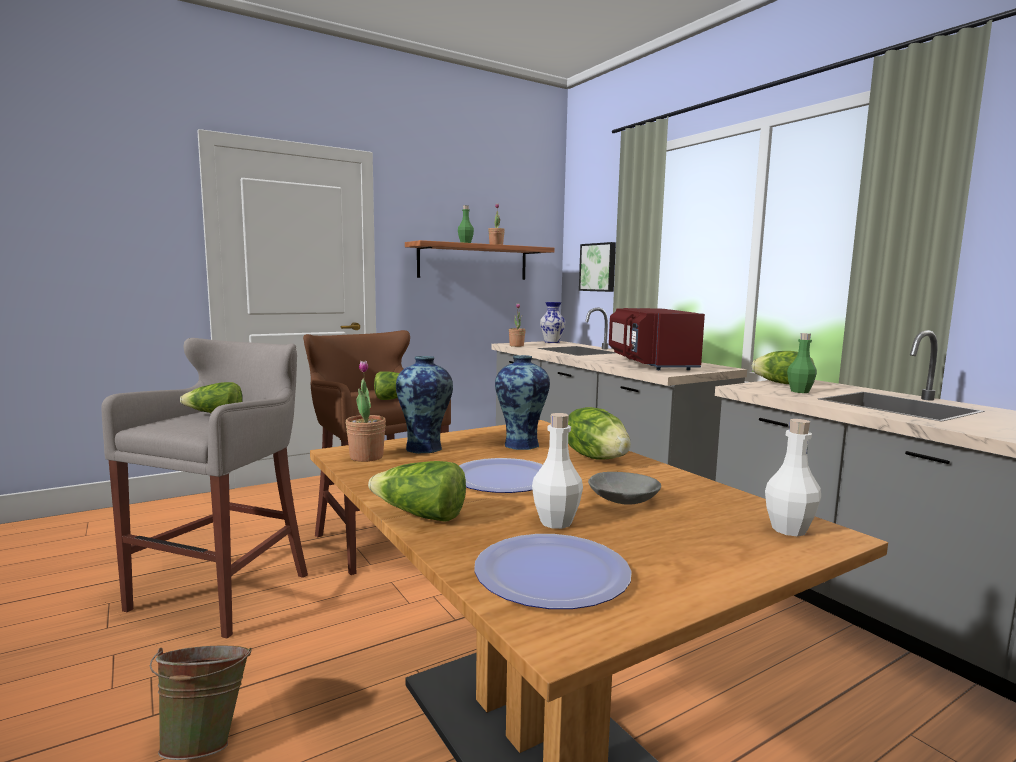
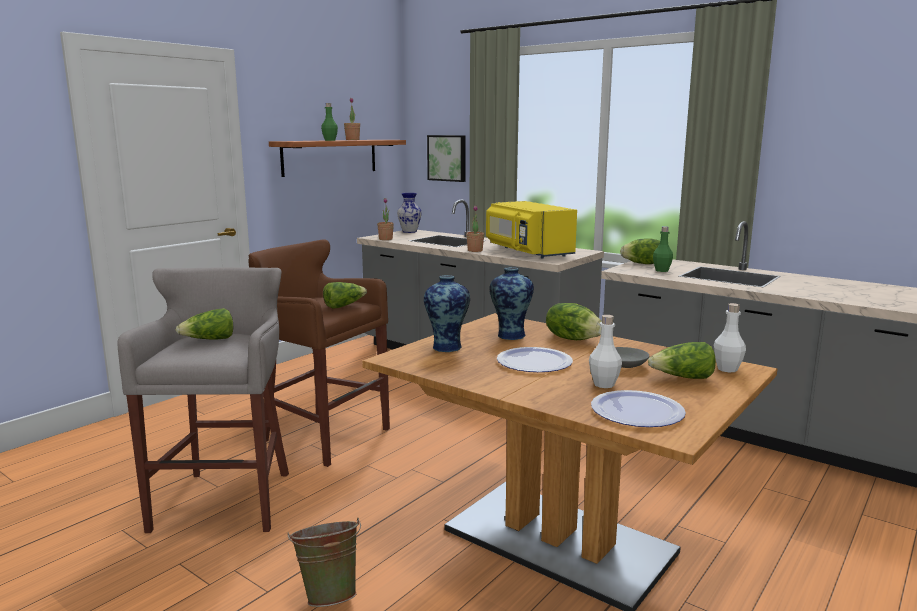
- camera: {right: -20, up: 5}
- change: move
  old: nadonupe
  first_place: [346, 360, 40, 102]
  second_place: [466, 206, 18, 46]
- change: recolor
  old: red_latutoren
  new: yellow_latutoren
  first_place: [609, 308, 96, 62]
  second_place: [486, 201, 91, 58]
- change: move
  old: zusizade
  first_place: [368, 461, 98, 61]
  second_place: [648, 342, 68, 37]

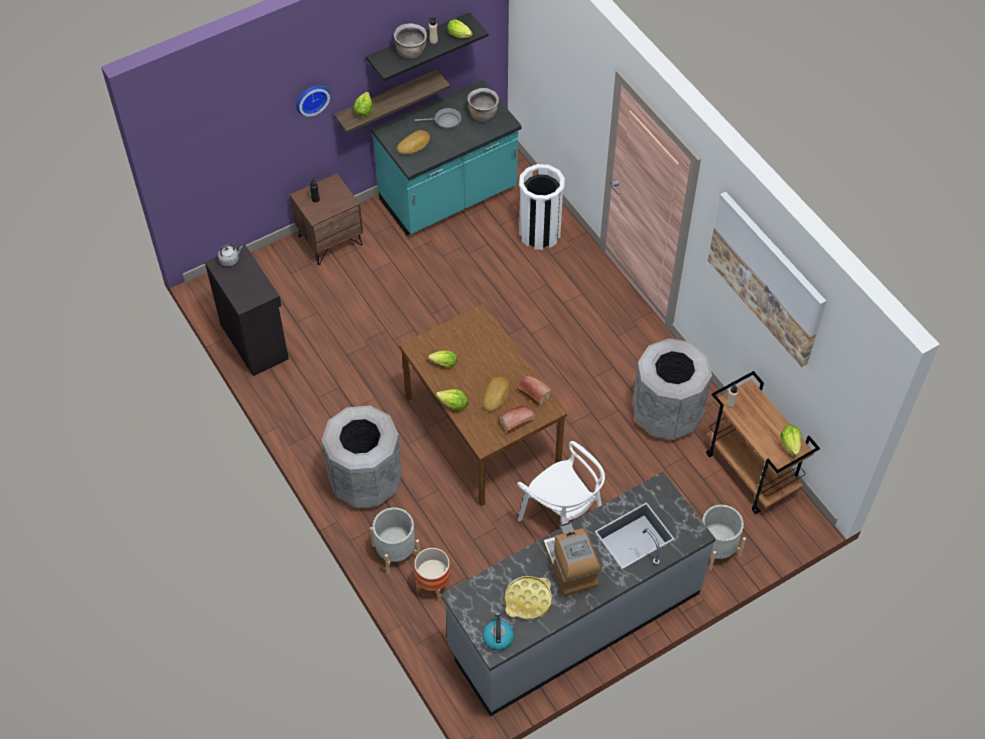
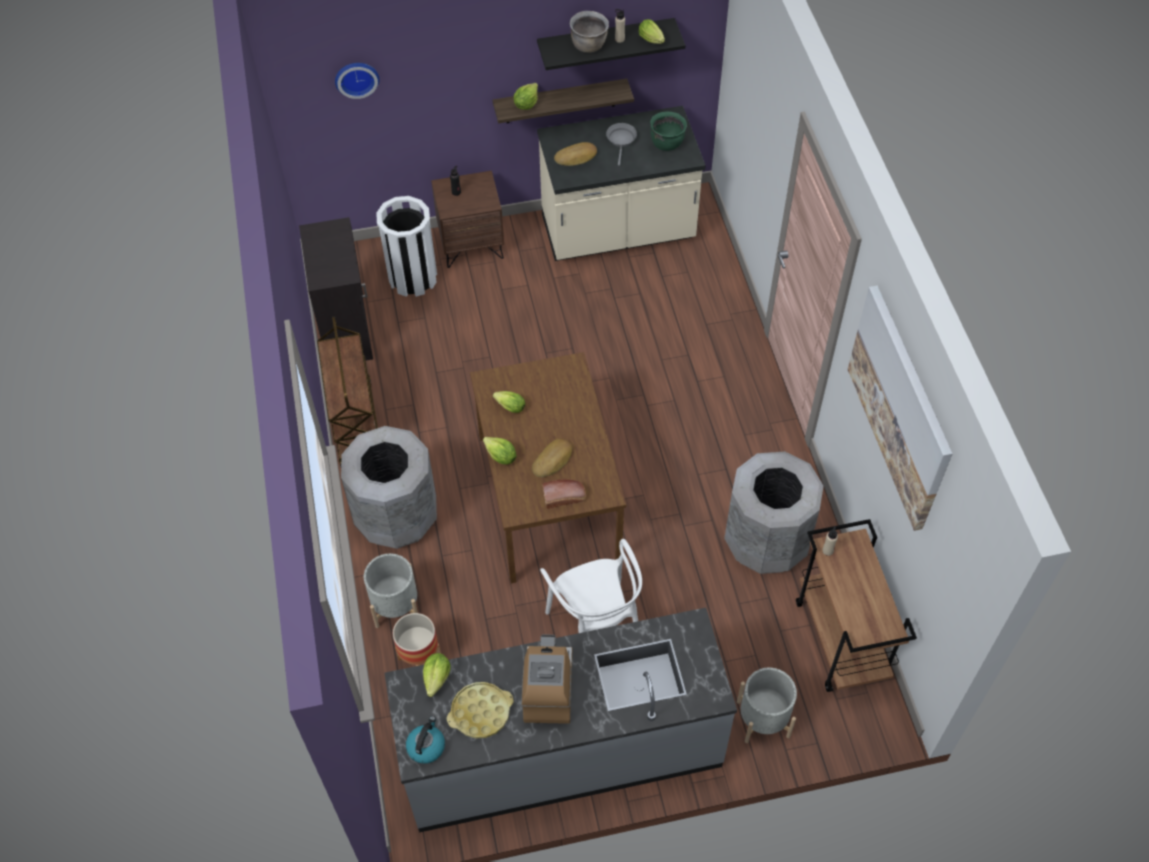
- camera: {right: 20, up: 0}
- change: insert
  new: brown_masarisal
  second_place: [317, 316, 61, 151]
- change: move
  old: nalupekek
  first_place: [296, 86, 34, 30]
  second_place: [335, 63, 44, 36]
- change: move
  old: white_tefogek
  first_place: [519, 164, 46, 86]
  second_place: [376, 196, 61, 101]
- change: move
  old: zusizade
  first_place: [780, 425, 22, 31]
  second_place: [423, 653, 28, 44]
- change: recolor
  old: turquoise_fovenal
  new: beige_fovenal
  first_place: [371, 80, 151, 155]
  second_place: [537, 106, 169, 155]
- change: rotate
  old: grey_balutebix
  first_place: [415, 108, 46, 21]
  second_place: [606, 123, 31, 43]
  degrees: -105
- change: recolor
  old: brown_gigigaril
  new: green_gigigaril
  first_place: [468, 88, 31, 34]
  second_place: [650, 112, 37, 39]
- change: delete
  old: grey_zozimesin
  first_place: [218, 243, 25, 23]
- change: delete
  old: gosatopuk
  first_place: [517, 376, 35, 31]

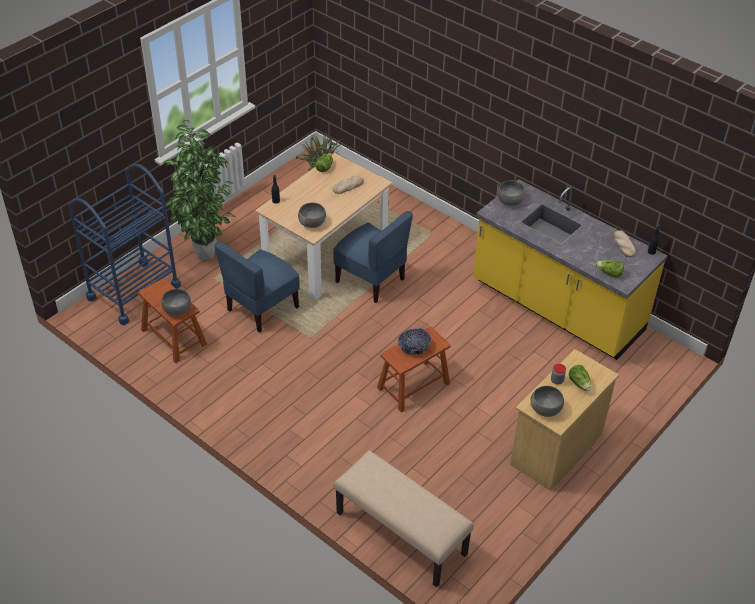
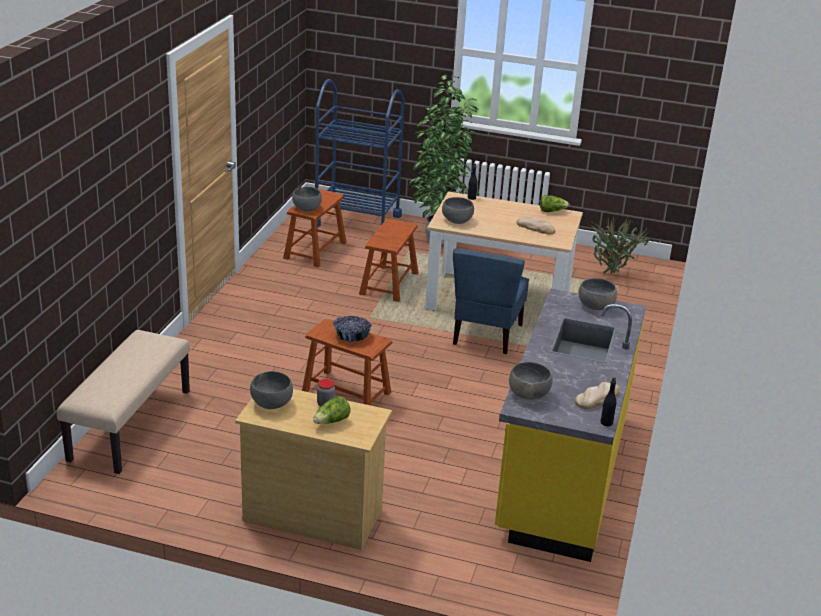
- camera: {right: 65, up: -15}
- change: replace
  old: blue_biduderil
  new: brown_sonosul
  first_place: [214, 241, 86, 92]
  second_place: [359, 219, 59, 83]
- change: replace
  old: zusizade
  new: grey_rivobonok
  first_place: [595, 260, 29, 18]
  second_place: [509, 362, 44, 38]

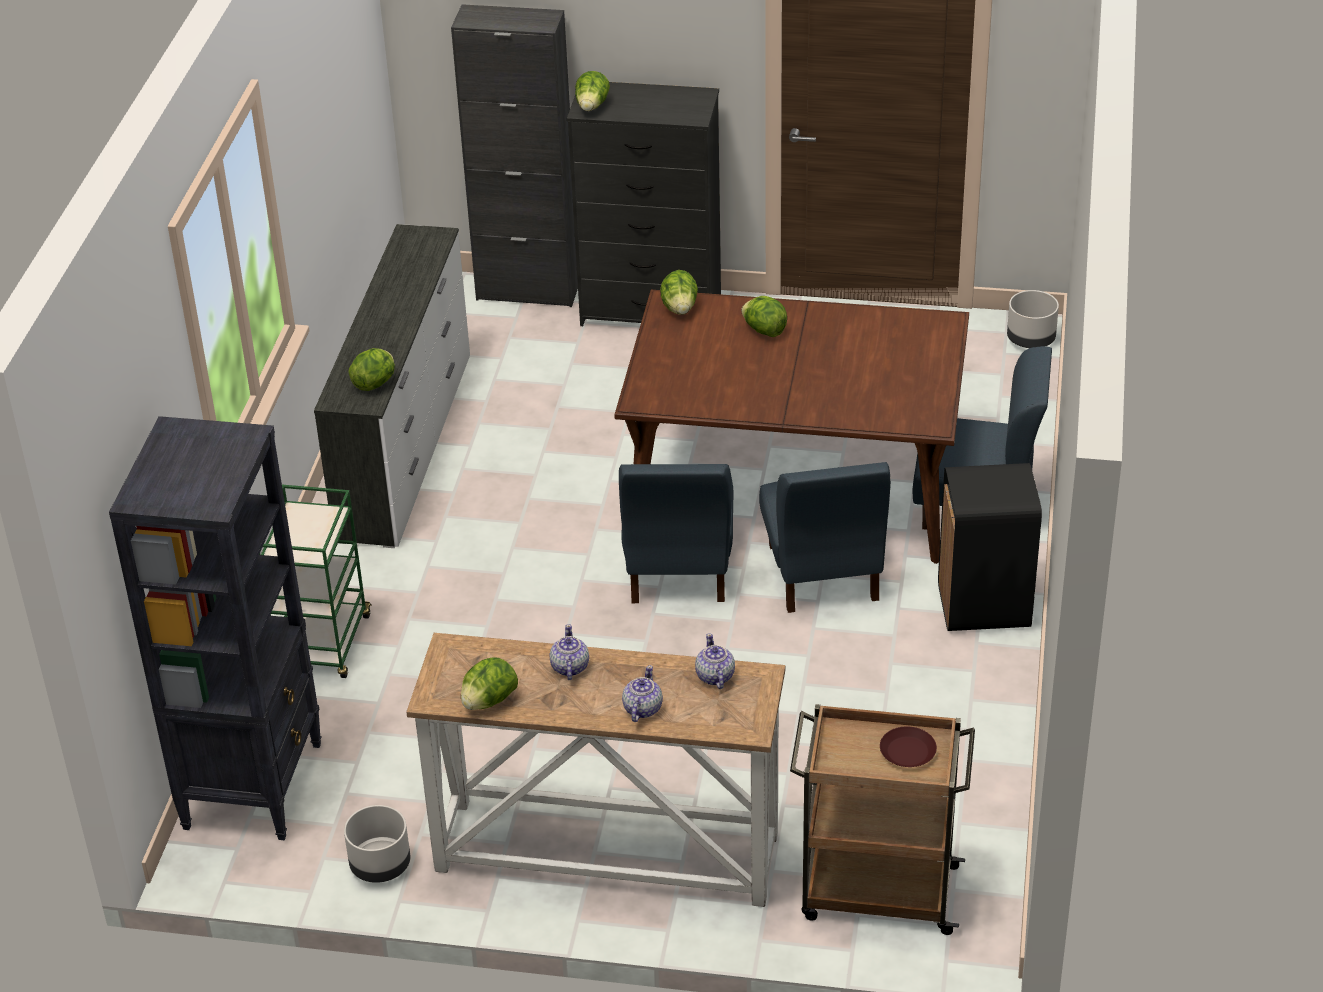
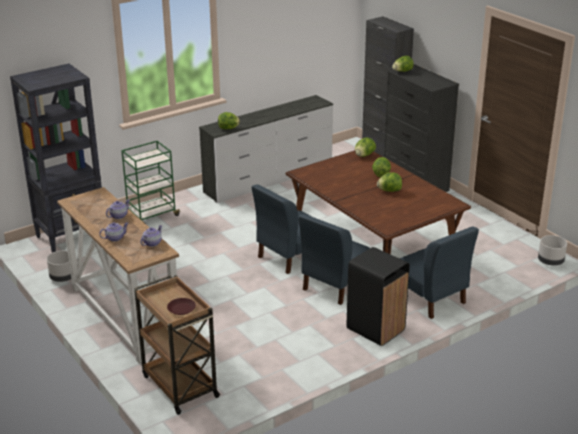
- camera: {right: 45, up: -10}
- change: move
  old: zusizade
  first_place: [461, 658, 57, 52]
  second_place: [377, 172, 25, 20]

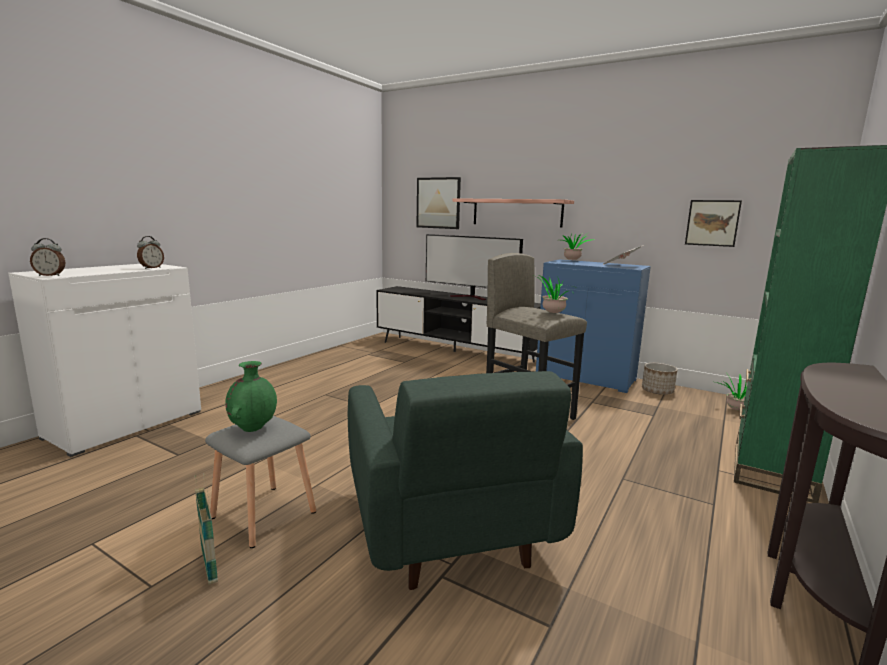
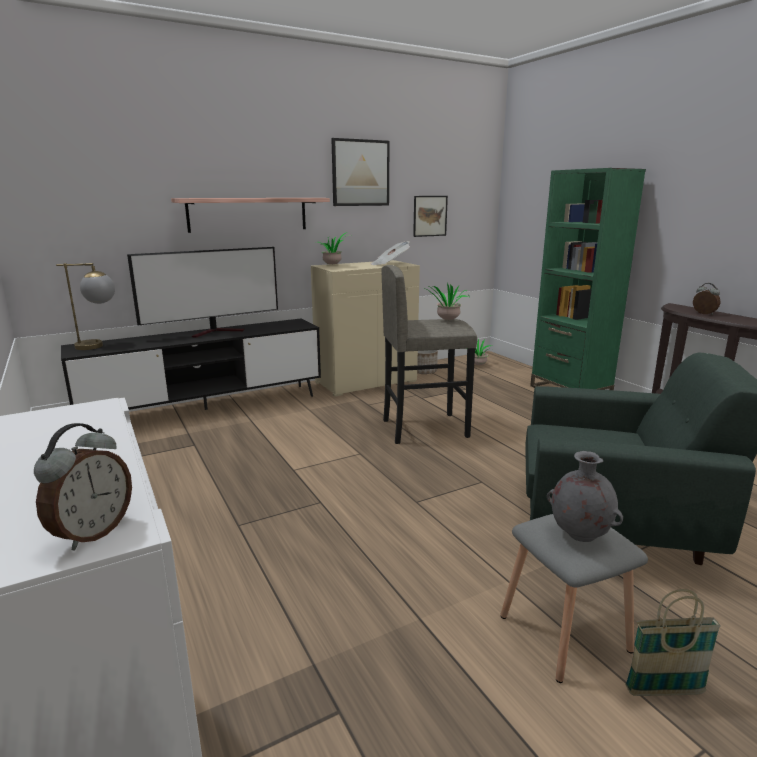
- camera: {right: -60, up: 5}
- change: insert
  new: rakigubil
  second_place: [56, 263, 59, 87]
- change: recolor
  old: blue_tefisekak
  new: beige_tefisekak
  first_place: [536, 259, 115, 134]
  second_place: [311, 260, 109, 137]
- change: move
  old: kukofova
  first_place: [416, 177, 45, 52]
  second_place: [331, 138, 58, 68]
- change: recolor
  old: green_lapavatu
  new: grey_lapavatu
  first_place: [225, 361, 52, 71]
  second_place: [547, 451, 76, 91]
- change: move
  old: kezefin
  first_place: [137, 236, 27, 33]
  second_place: [693, 283, 27, 32]

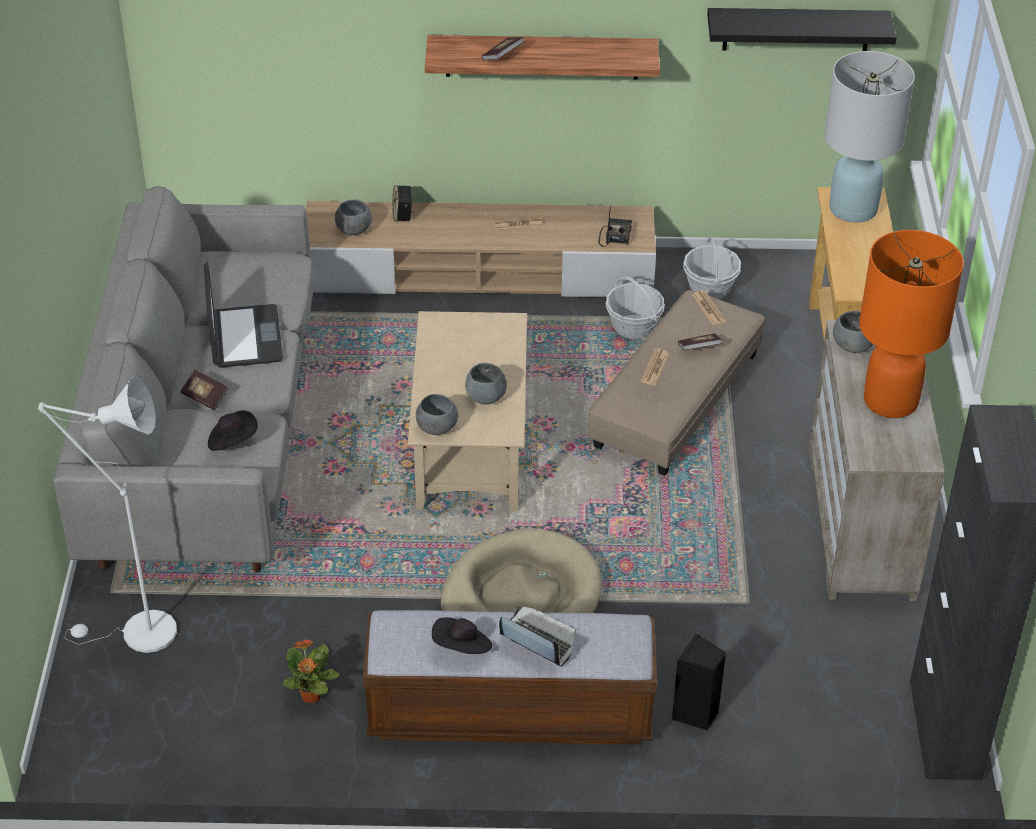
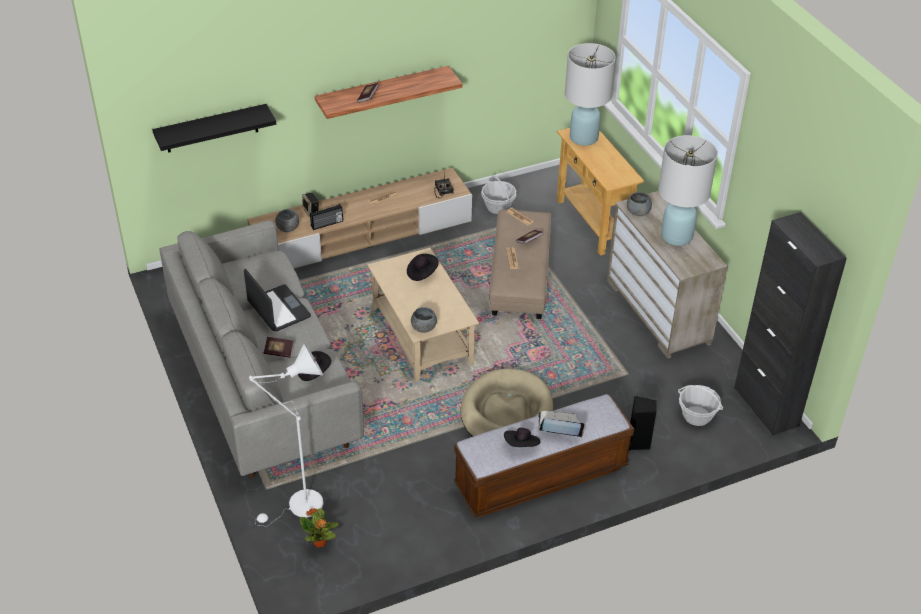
- camera: {right: -25, up: 0}
- change: move
  old: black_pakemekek
  first_place: [707, 8, 190, 43]
  second_place: [152, 104, 124, 49]
- change: move
  old: nadonupe
  first_place: [282, 639, 57, 64]
  second_place: [300, 508, 39, 40]
- change: insert
  new: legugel
  second_place: [310, 204, 33, 26]
- change: insert
  new: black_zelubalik
  second_place: [407, 254, 32, 27]
- change: recolor
  old: orange_rakigubil
  new: white_rakigubil
  first_place: [859, 230, 105, 188]
  second_place: [658, 135, 60, 111]
- change: move
  old: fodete
  first_place: [606, 276, 59, 63]
  second_place: [678, 385, 45, 41]
- change: delete
  old: grey_rivobonok
  first_place: [465, 363, 42, 42]

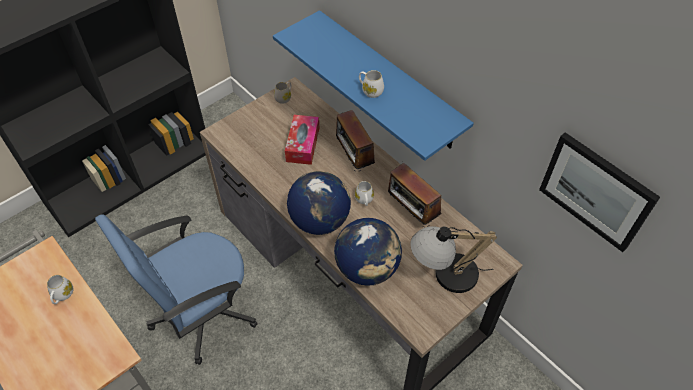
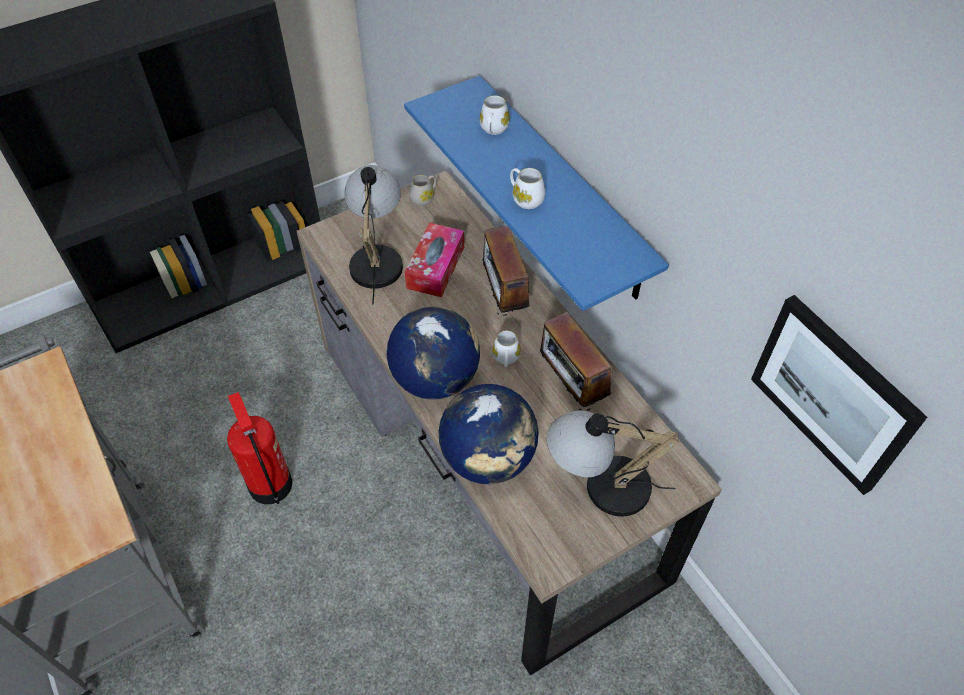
- camera: {right: 10, up: 0}
- change: replace
  old: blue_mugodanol
  new: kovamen
  first_place: [95, 214, 162, 151]
  second_place: [227, 392, 65, 112]
- change: insert
  new: rakigubil
  second_place: [344, 165, 59, 139]
- change: move
  old: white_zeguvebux
  first_place: [47, 275, 27, 29]
  second_place: [480, 95, 30, 40]

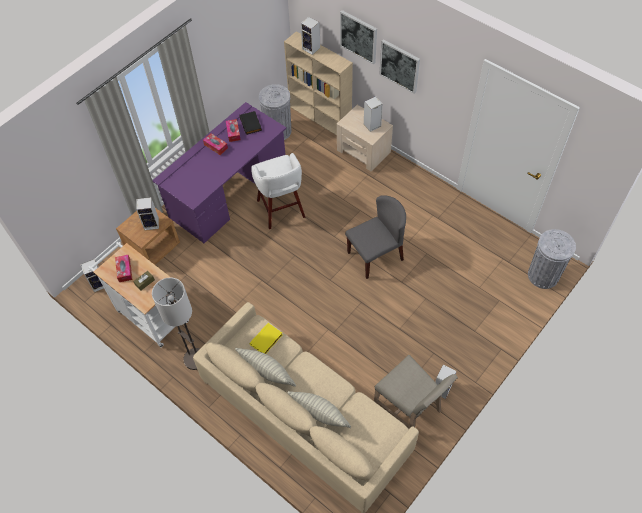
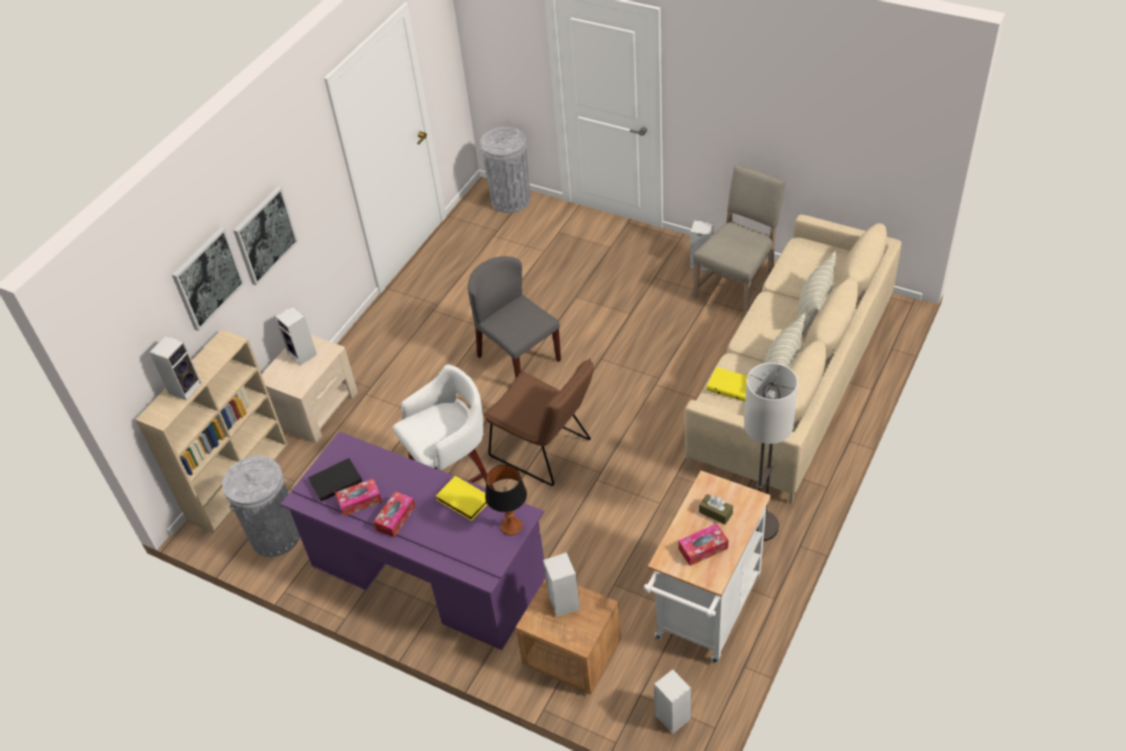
- camera: {right: -100, up: -10}
- change: insert
  new: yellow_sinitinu
  second_place: [436, 476, 51, 45]
- change: insert
  new: brown_biduderil
  second_place: [484, 358, 110, 128]
- change: insert
  new: rakigubil
  second_place: [485, 465, 42, 71]

